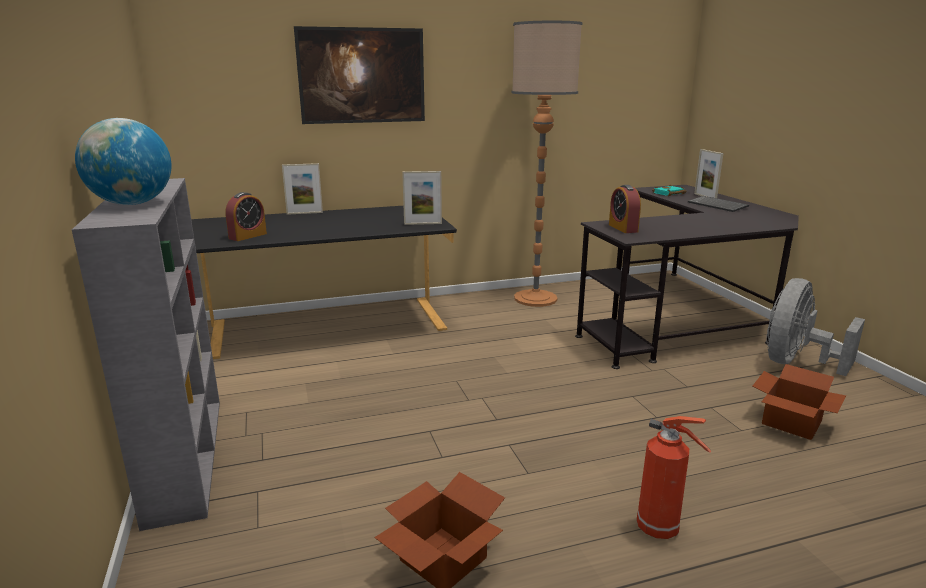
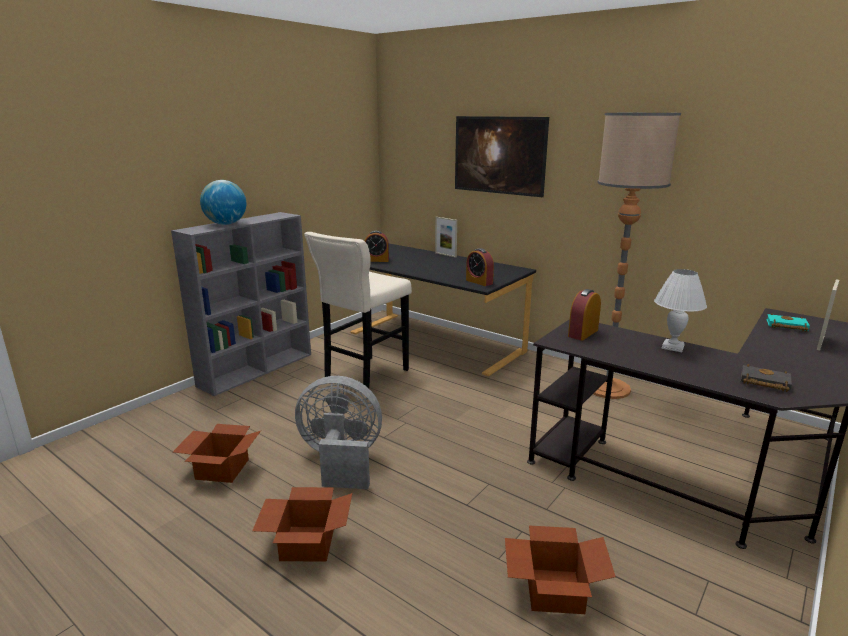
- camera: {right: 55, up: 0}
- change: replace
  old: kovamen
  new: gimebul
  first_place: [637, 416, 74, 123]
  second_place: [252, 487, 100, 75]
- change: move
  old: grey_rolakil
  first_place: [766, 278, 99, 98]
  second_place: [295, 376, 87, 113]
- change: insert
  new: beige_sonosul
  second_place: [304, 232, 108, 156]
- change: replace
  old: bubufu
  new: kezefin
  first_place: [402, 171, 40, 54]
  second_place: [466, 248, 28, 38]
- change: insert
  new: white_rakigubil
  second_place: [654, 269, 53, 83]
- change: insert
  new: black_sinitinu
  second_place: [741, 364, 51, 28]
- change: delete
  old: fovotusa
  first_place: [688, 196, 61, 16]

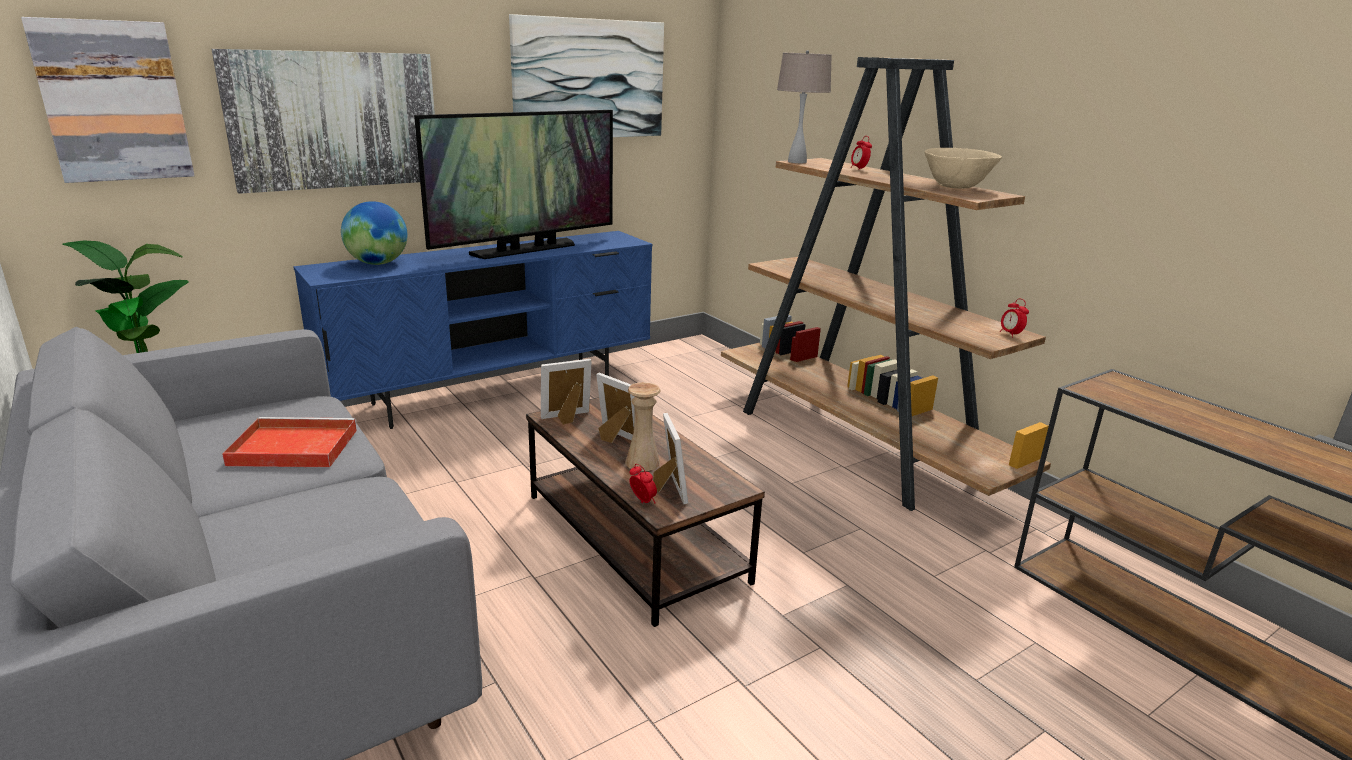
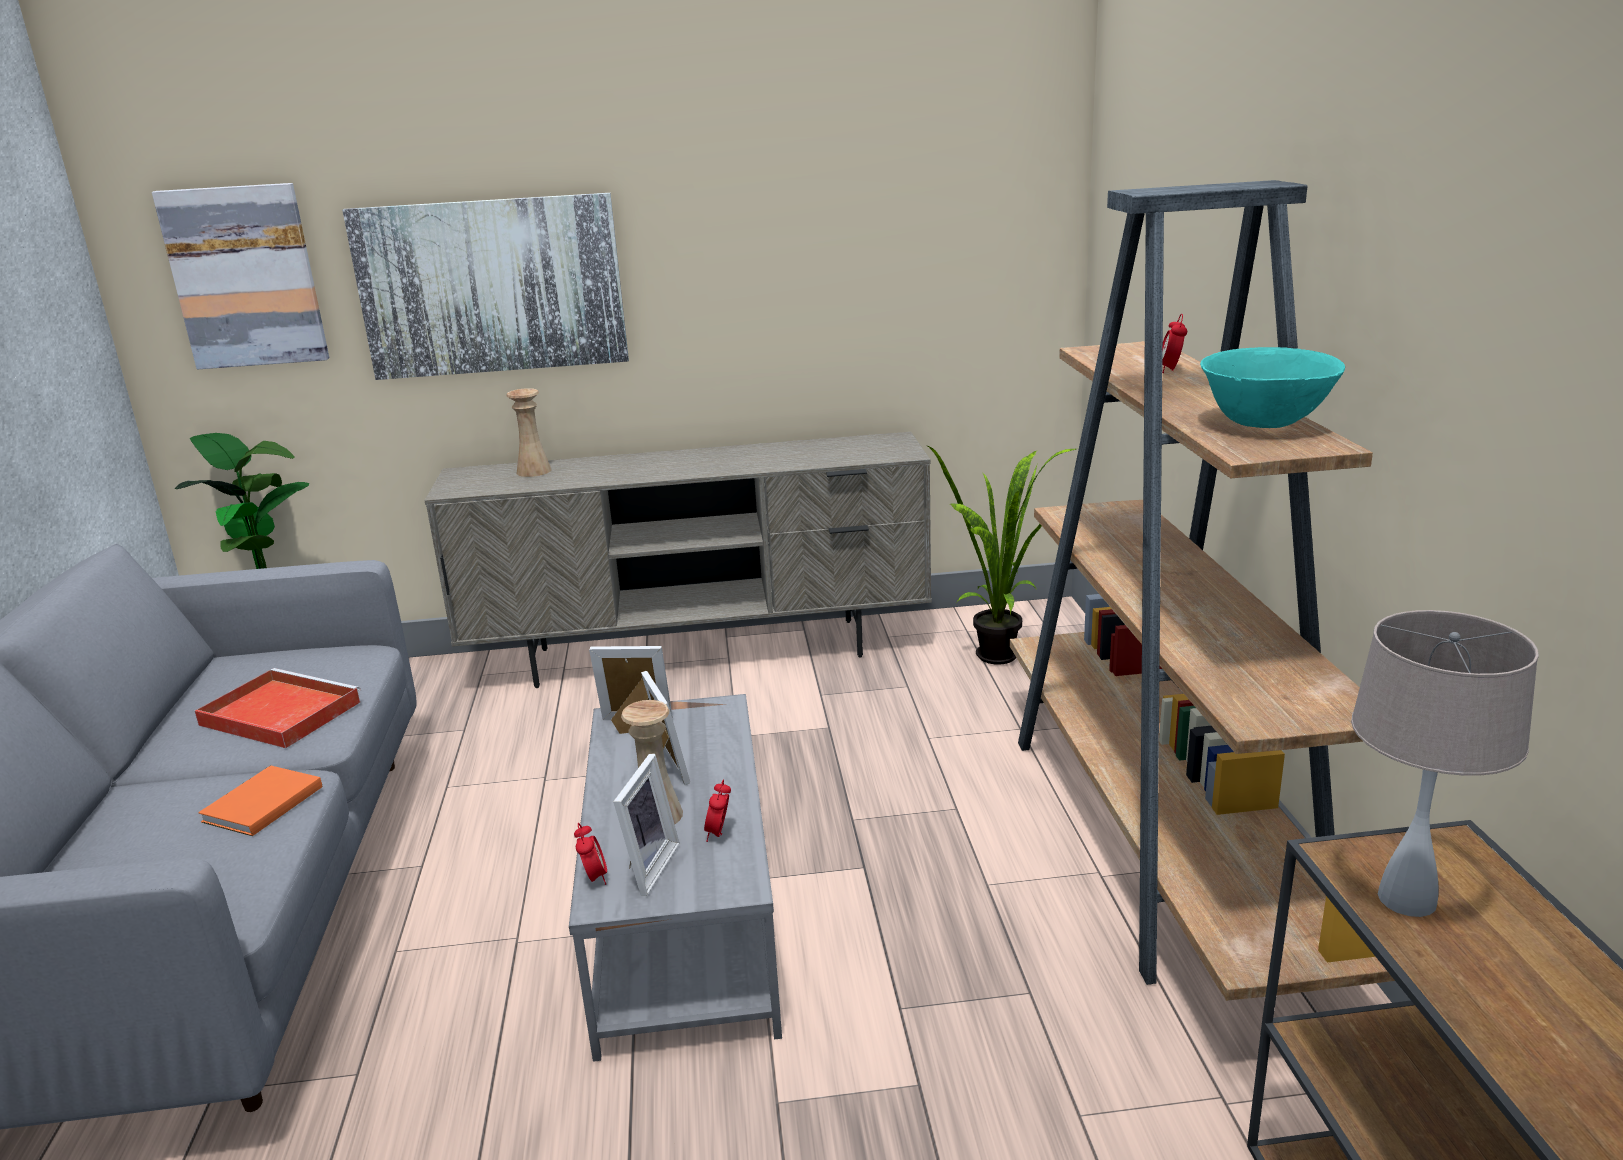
- camera: {right: 30, up: 0}
- change: insert
  new: orange_sinitinu
  second_place: [198, 765, 124, 71]
- change: recolor
  old: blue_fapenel
  new: beige_fapenel
  first_place: [293, 231, 359, 198]
  second_place: [425, 432, 507, 256]
- change: replace
  old: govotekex
  new: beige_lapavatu
  first_place: [341, 201, 66, 64]
  second_place: [506, 388, 46, 89]
- change: recolor
  old: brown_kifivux
  new: grey_kifivux
  first_place: [526, 397, 239, 230]
  second_place: [569, 694, 213, 368]
- change: move
  old: kezefin
  first_place: [1000, 299, 29, 38]
  second_place: [704, 779, 27, 63]
- change: insert
  new: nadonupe
  second_place: [928, 446, 148, 219]
- change: recolor
  old: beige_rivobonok
  new: turquoise_rivobonok
  first_place: [924, 148, 78, 41]
  second_place: [1200, 347, 145, 81]
- change: move
  old: beige_rakigubil
  first_place: [777, 50, 55, 113]
  second_place: [1351, 610, 188, 307]
- change: delete
  old: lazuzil
  first_place: [414, 110, 199, 149]
- change: delete
  old: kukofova
  first_place: [509, 14, 155, 123]

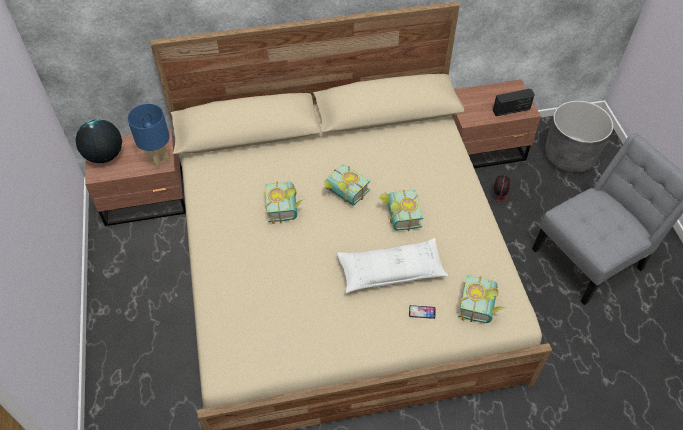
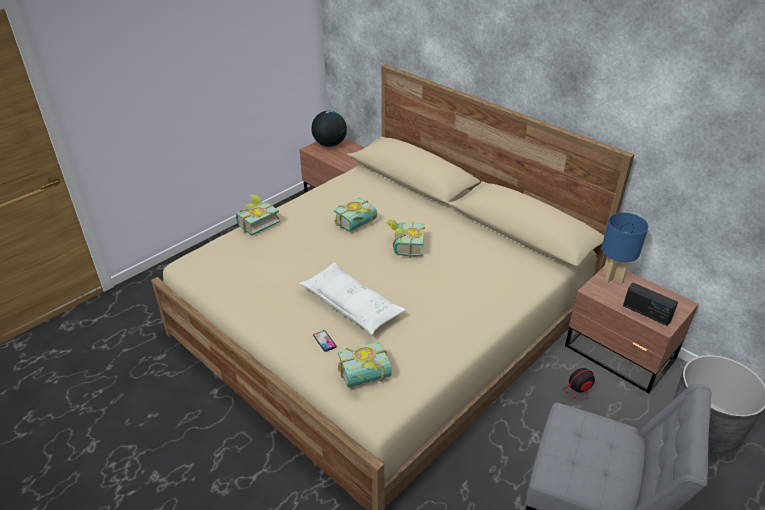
- camera: {right: 55, up: -15}
- change: move
  old: sinitinu
  first_place: [379, 190, 44, 41]
  second_place: [236, 194, 44, 41]
- change: move
  old: blue_rakigubil
  first_place: [127, 104, 43, 64]
  second_place: [602, 212, 46, 72]

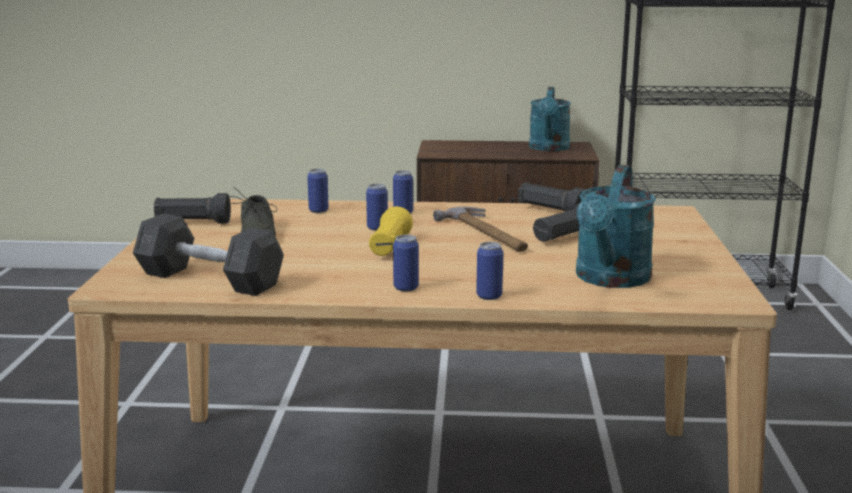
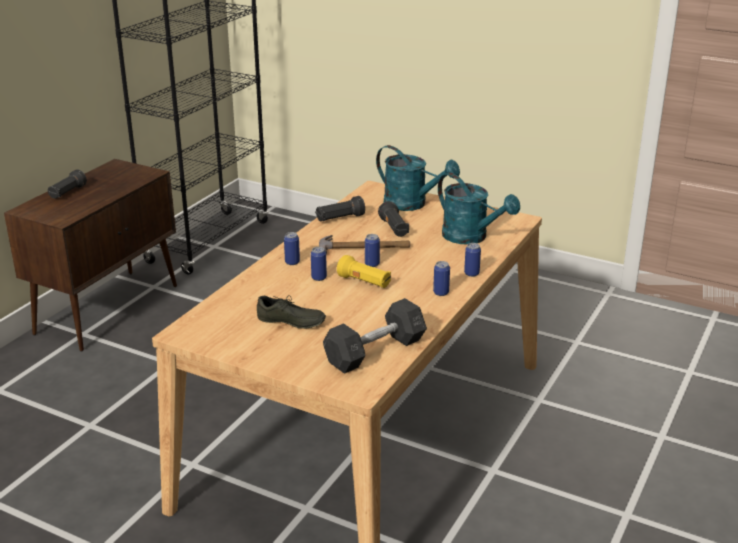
- camera: {right: -65, up: 10}
- change: move
  old: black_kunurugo
  first_place: [154, 193, 77, 31]
  second_place: [48, 170, 39, 29]
- change: move
  old: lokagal
  first_place: [307, 169, 22, 44]
  second_place: [365, 234, 15, 33]
- change: move
  old: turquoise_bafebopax
  first_place: [529, 87, 42, 64]
  second_place: [376, 145, 84, 66]

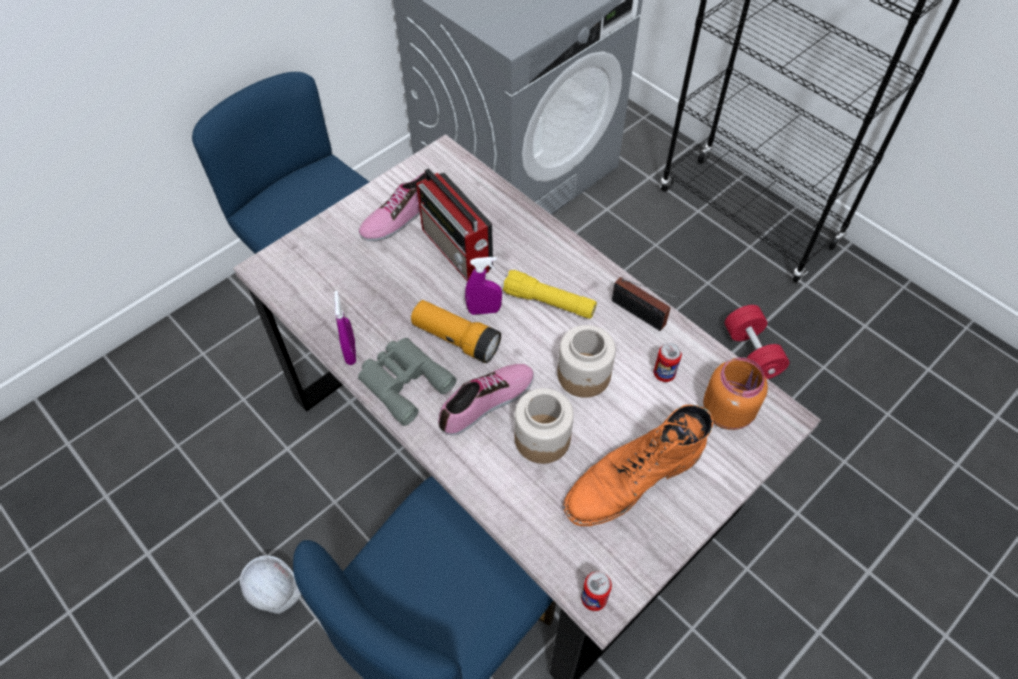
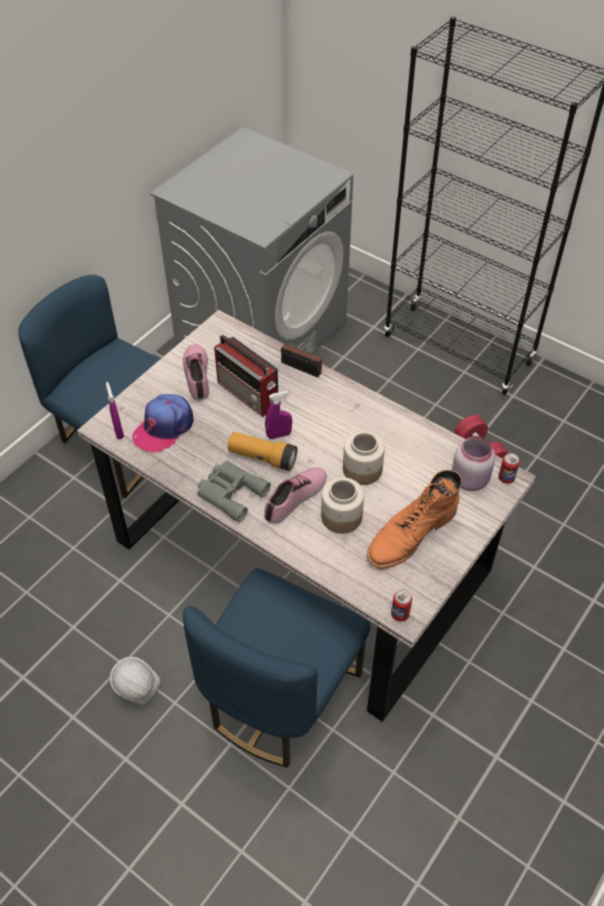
- camera: {right: -10, up: -5}
- change: move
  old: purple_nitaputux
  first_place: [334, 291, 22, 74]
  second_place: [106, 382, 18, 57]
- change: insert
  new: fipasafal
  second_place: [132, 394, 62, 59]
- change: rotate
  old: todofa
  first_place: [359, 172, 67, 69]
  second_place: [183, 344, 26, 57]
  degrees: 135
- change: move
  old: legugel
  first_place: [612, 277, 68, 54]
  second_place: [281, 344, 45, 34]
- change: recolor
  old: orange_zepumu
  new: pink_zepumu
  first_place: [703, 357, 65, 73]
  second_place: [452, 436, 43, 55]
- change: move
  old: lokagal
  first_place: [654, 343, 28, 39]
  second_place: [498, 453, 22, 31]
- change: delete
  old: yellow_kunurugo
  first_place: [503, 270, 94, 49]

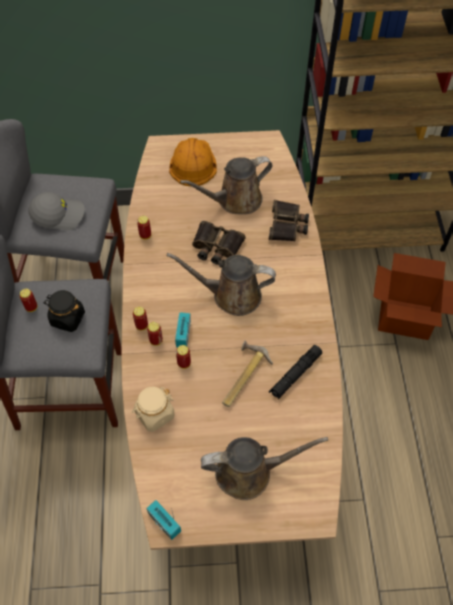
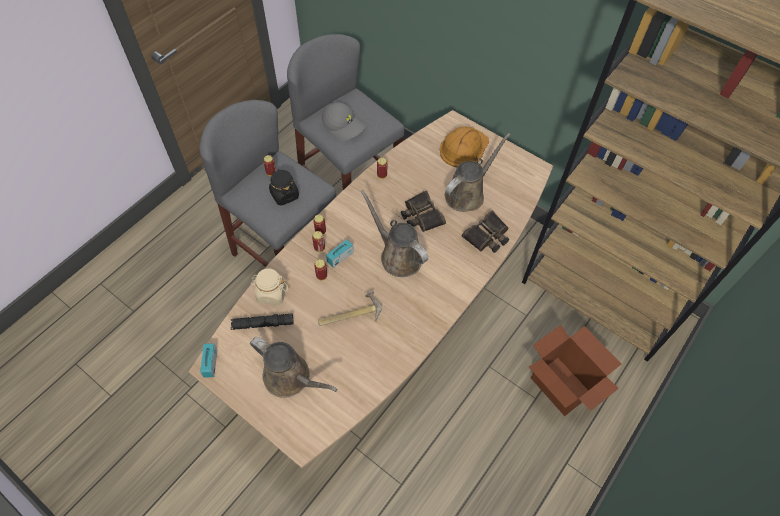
- camera: {right: 40, up: 0}
- change: move
  old: black_kunurugo
  first_place: [269, 345, 53, 55]
  second_place: [231, 314, 63, 16]
- change: rotate
  old: brown_bafebopax
  first_place: [180, 156, 93, 58]
  second_place: [445, 133, 66, 79]
  degrees: 120

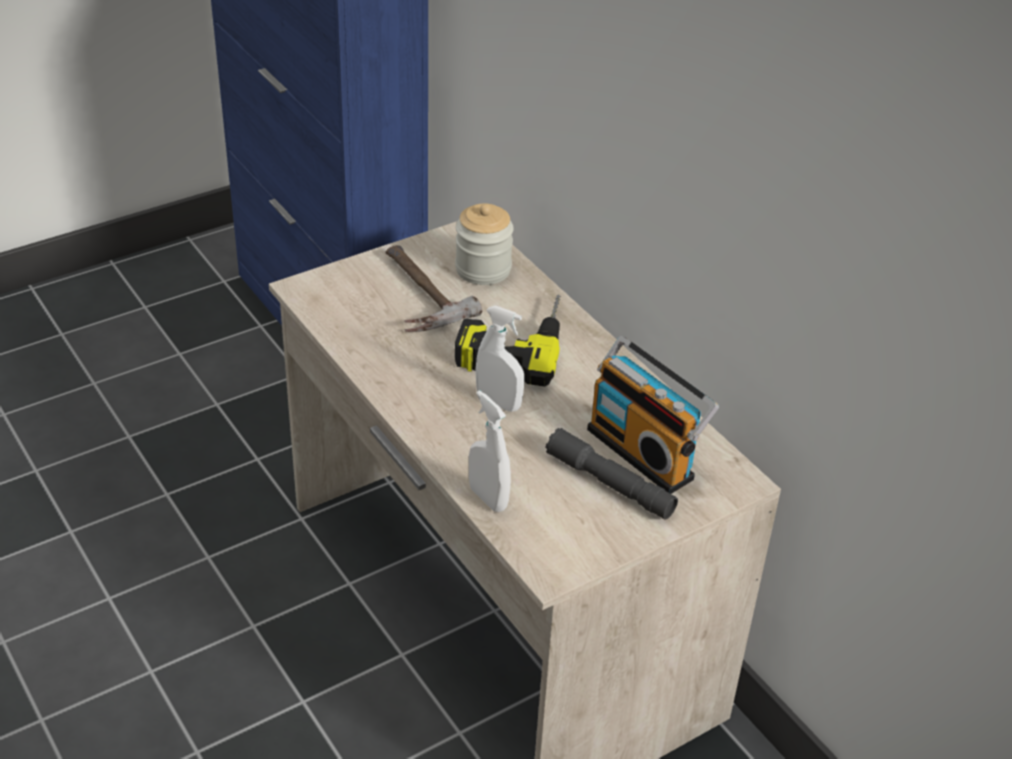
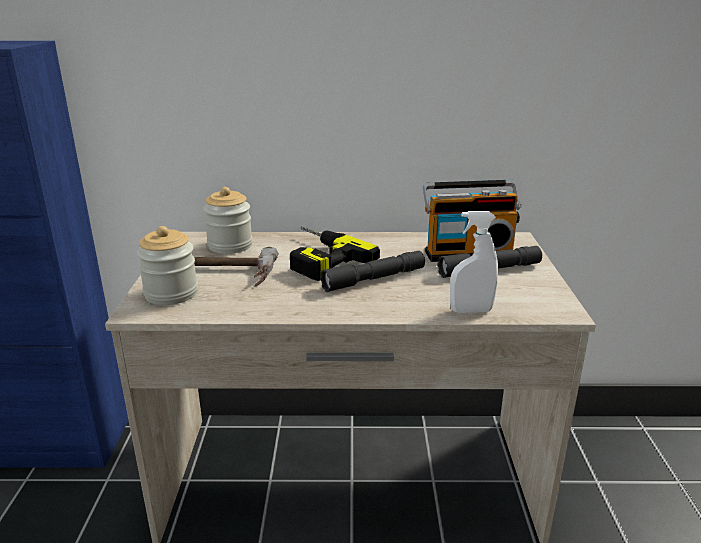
- camera: {right: -55, up: -15}
- change: insert
  new: zepumu
  second_place: [137, 226, 61, 79]
- change: replace
  old: white_nitaputux
  new: grey_kunurugo
  first_place: [475, 305, 50, 107]
  second_place: [320, 251, 105, 41]

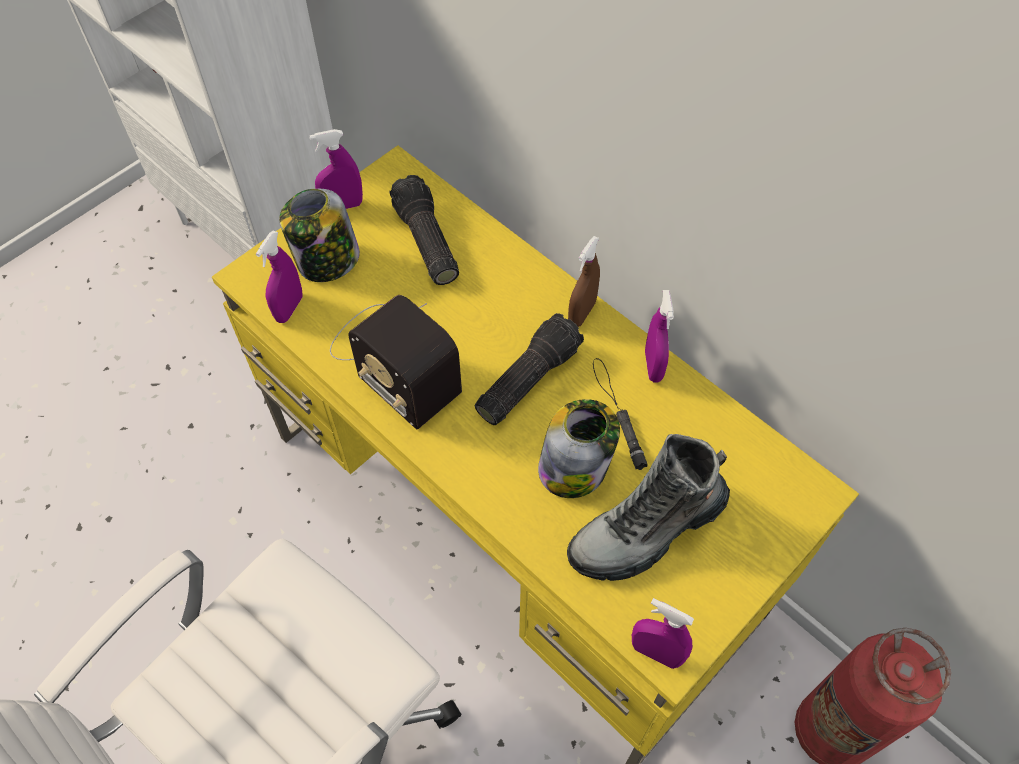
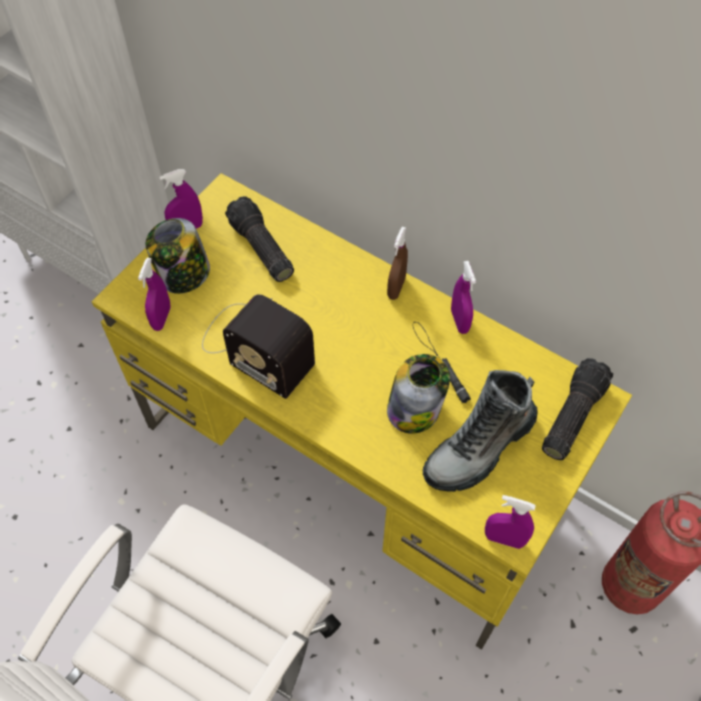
- camera: {right: -10, up: 0}
- change: move
  old: kunurugo
  first_place: [475, 313, 109, 112]
  second_place: [542, 358, 71, 102]

